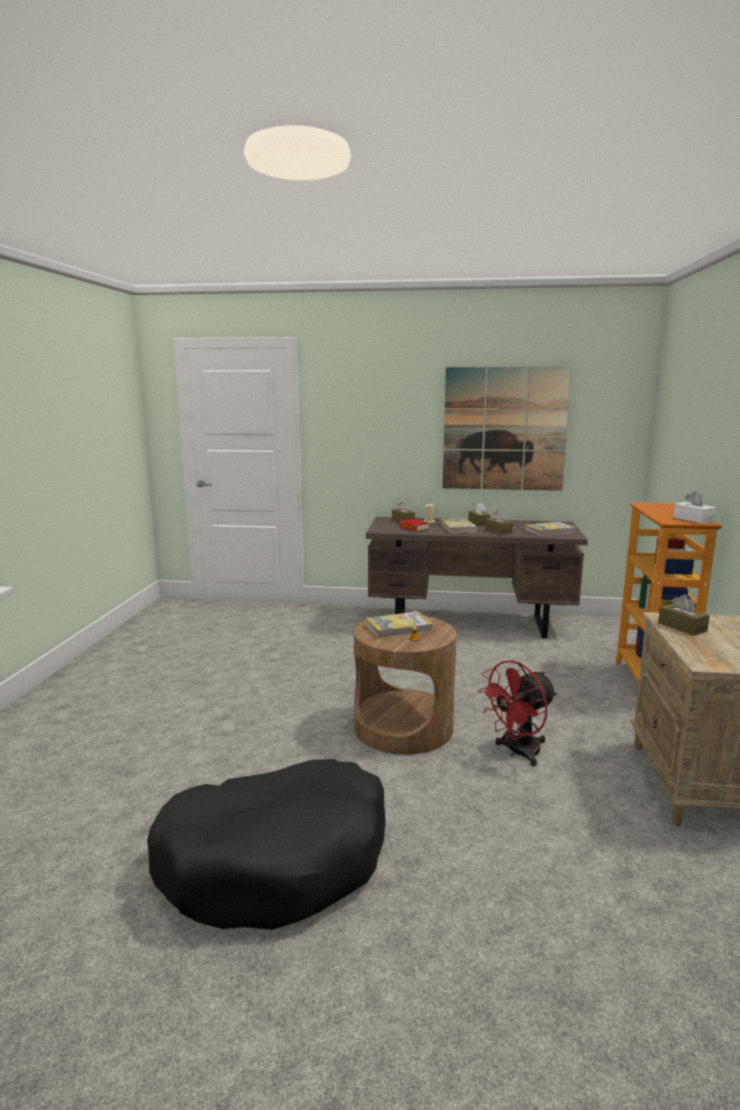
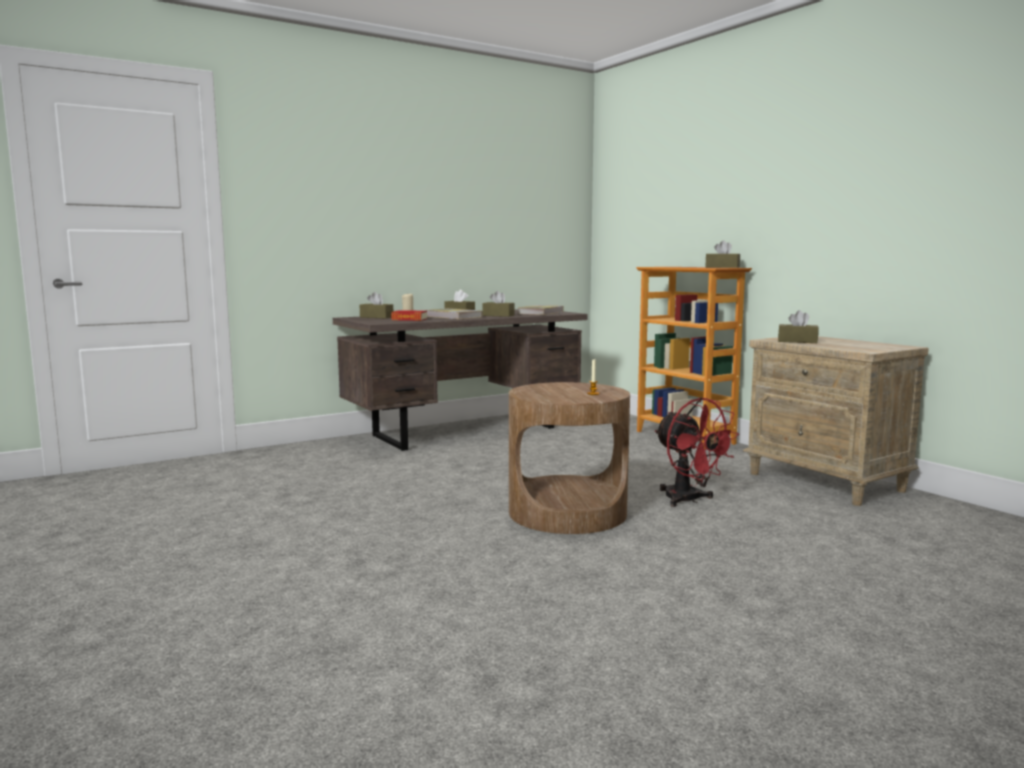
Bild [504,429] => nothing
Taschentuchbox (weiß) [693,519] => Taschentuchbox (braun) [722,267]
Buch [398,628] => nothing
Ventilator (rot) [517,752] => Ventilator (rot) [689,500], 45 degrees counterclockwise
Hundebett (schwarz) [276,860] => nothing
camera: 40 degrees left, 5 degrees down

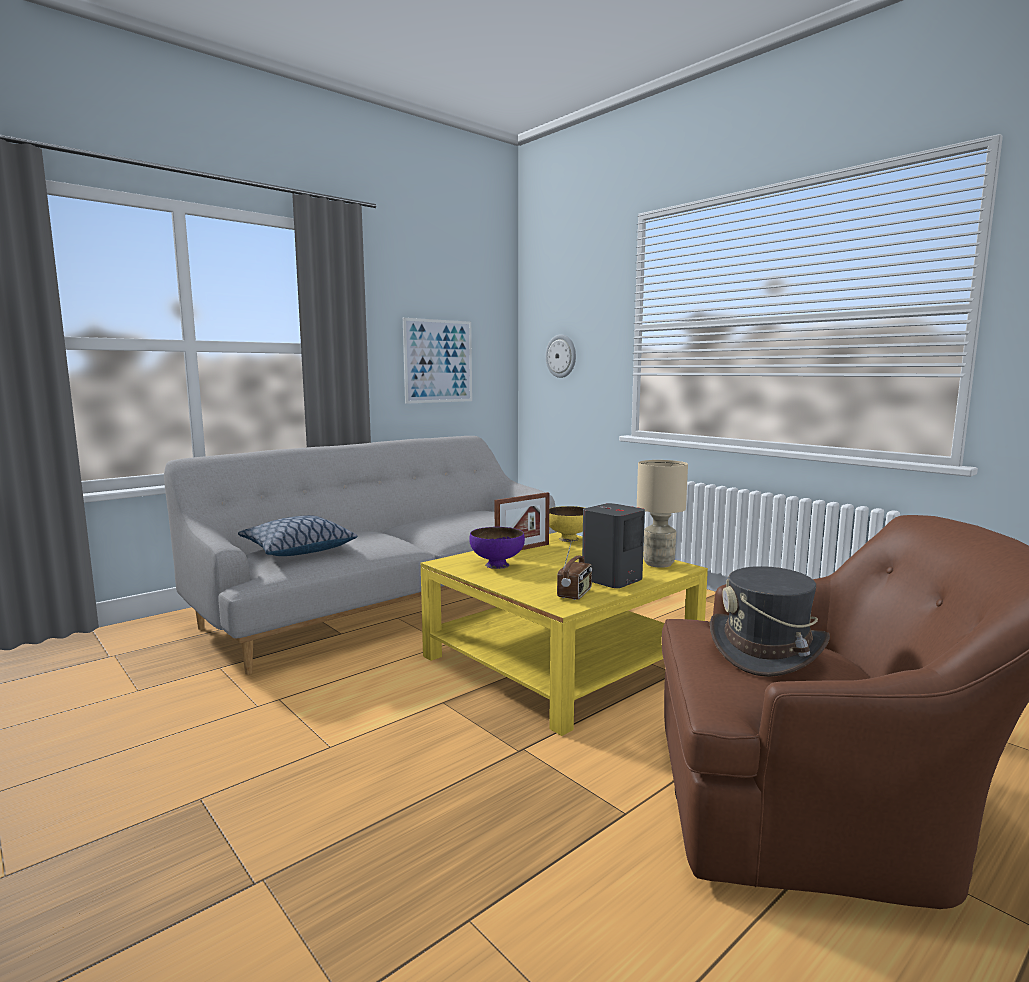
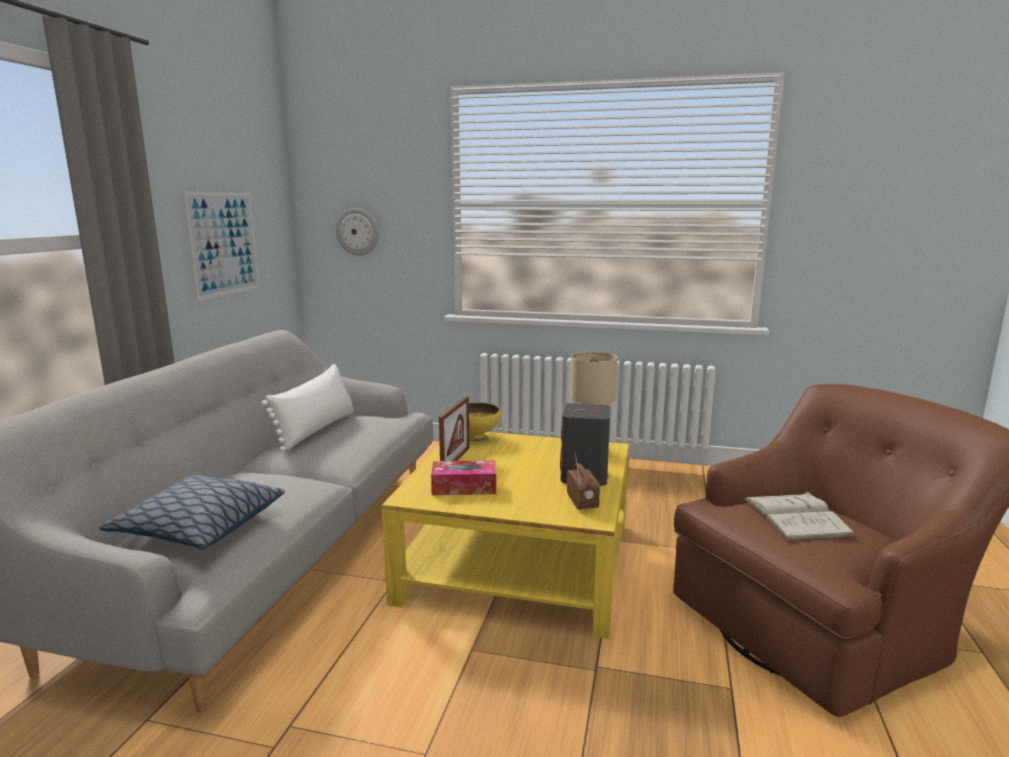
Schüssel (lila) [496,565] => Taschentuchbox [464,487]
Hut (grau) [767,651] => Buch (weiß) [796,517]
nothing => Kissen (weiß) [316,430]
camera: 35 degrees left, 5 degrees up

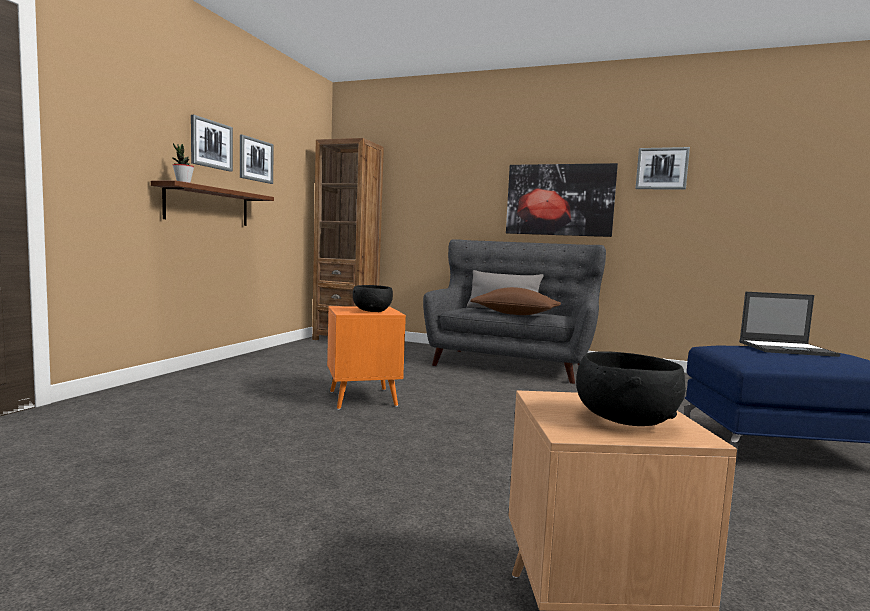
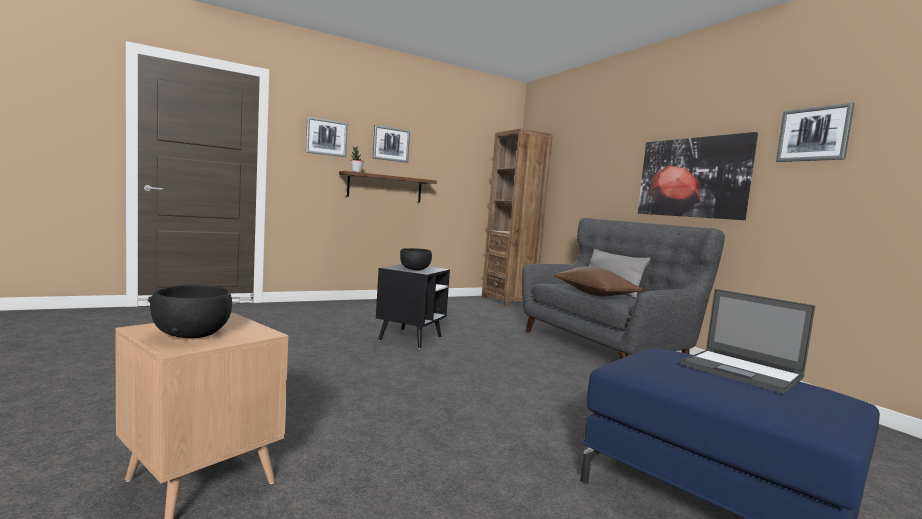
Bild [255,160] => Bild [326,137], relocated
Beistelltisch (orange) [362,398] => Beistelltisch (schwarz) [410,339]
camera: 40 degrees right, 0 degrees up

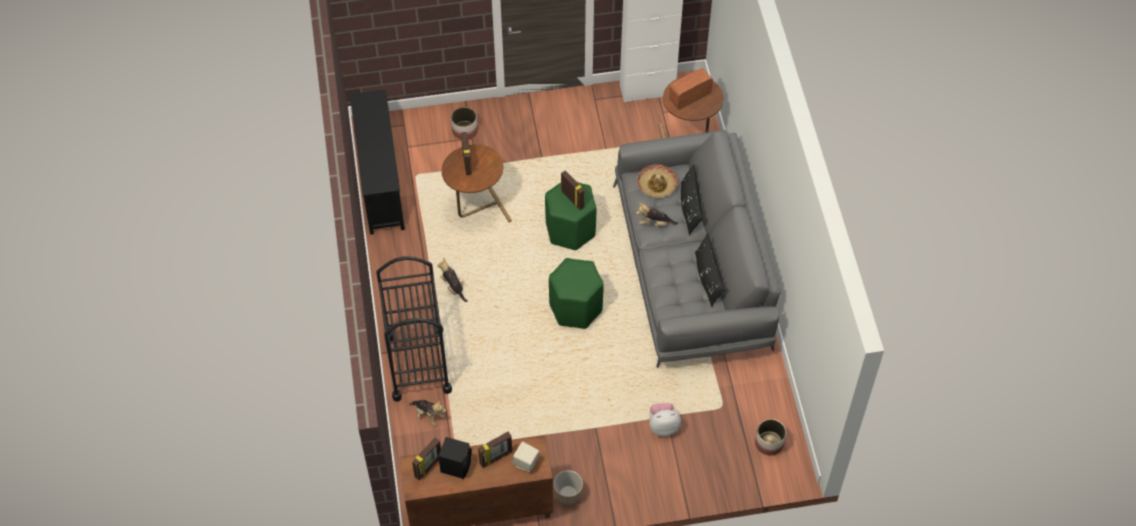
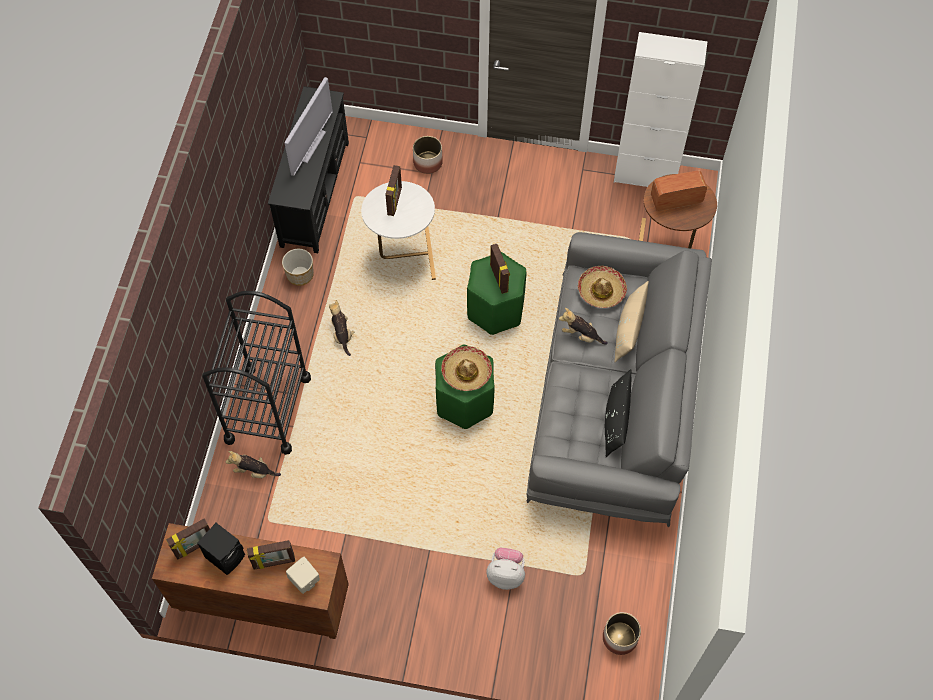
Beistelltisch (braun) [476,211] => Beistelltisch (weiß) [403,256]
Kissen (schwarz) [690,208] => Kissen (beige) [628,330]
Plüschtier [428,414] => Plüschtier [254,471], 135 degrees clockwise
Pflanzkübel [568,494] => Pflanzkübel [300,274], relocated
nothing => Fernseher [310,144]
nothing => Hut [466,372]
camera: 20 degrees right, 5 degrees up

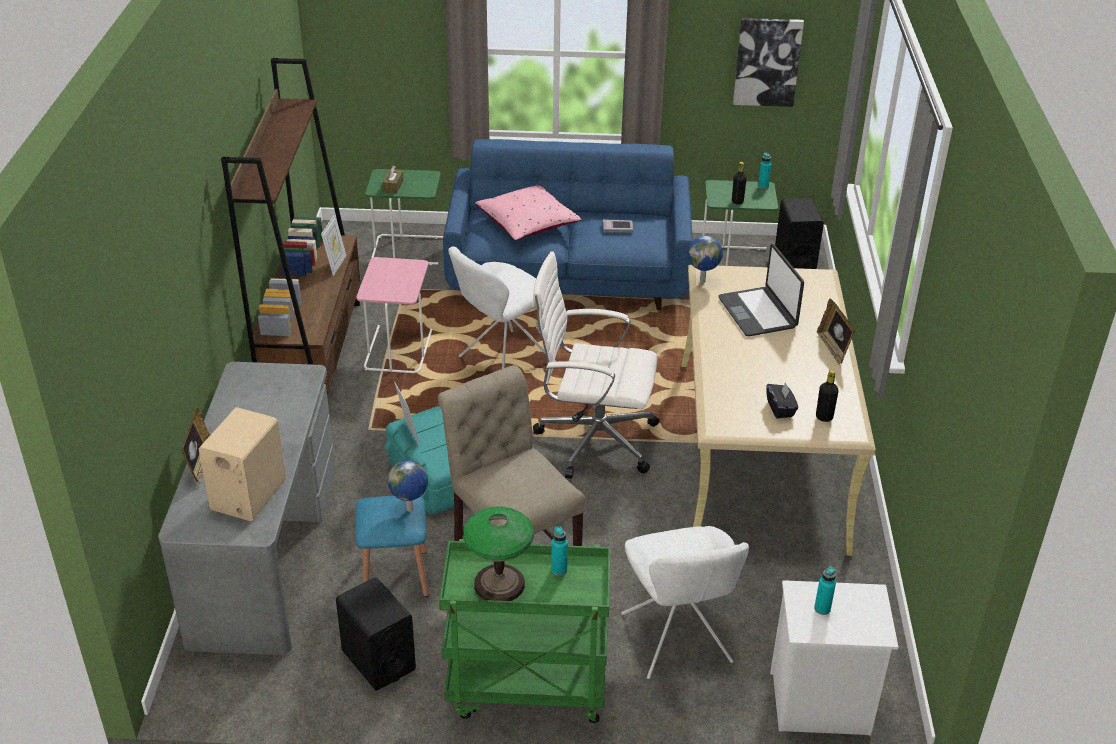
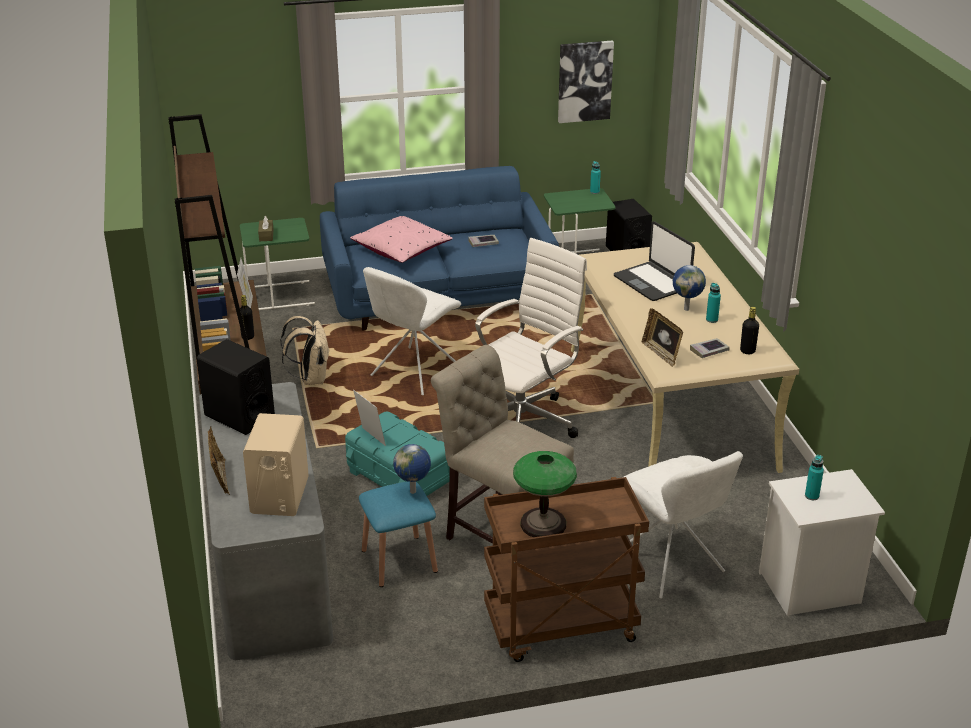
Flasche (schwarz) [737,201] => Flasche (schwarz) [247,336], relocated
Globus [703,281] => Globus [686,309], relocated
Bürostuhl (weiß) [593,439] => Bürostuhl (weiß) [523,422], 135 degrees clockwise
Beistelltisch (rosa) [397,349] => Rucksack (beige) [311,378]
Bilderrahmen [833,348] => Bilderrahmen [661,354], relocated
Taschentuchbox (schwarz) [780,409] => Buch [709,351]
Flasche (türkis) [559,570] => Flasche (türkis) [712,320], relocated
Rollwagen (grün) [525,690] => Rollwagen (braun) [560,628]
Lautsprecher (schwarz) [378,660] => Lautsprecher (schwarz) [239,416], relocated
camera: 15 degrees left, 5 degrees down

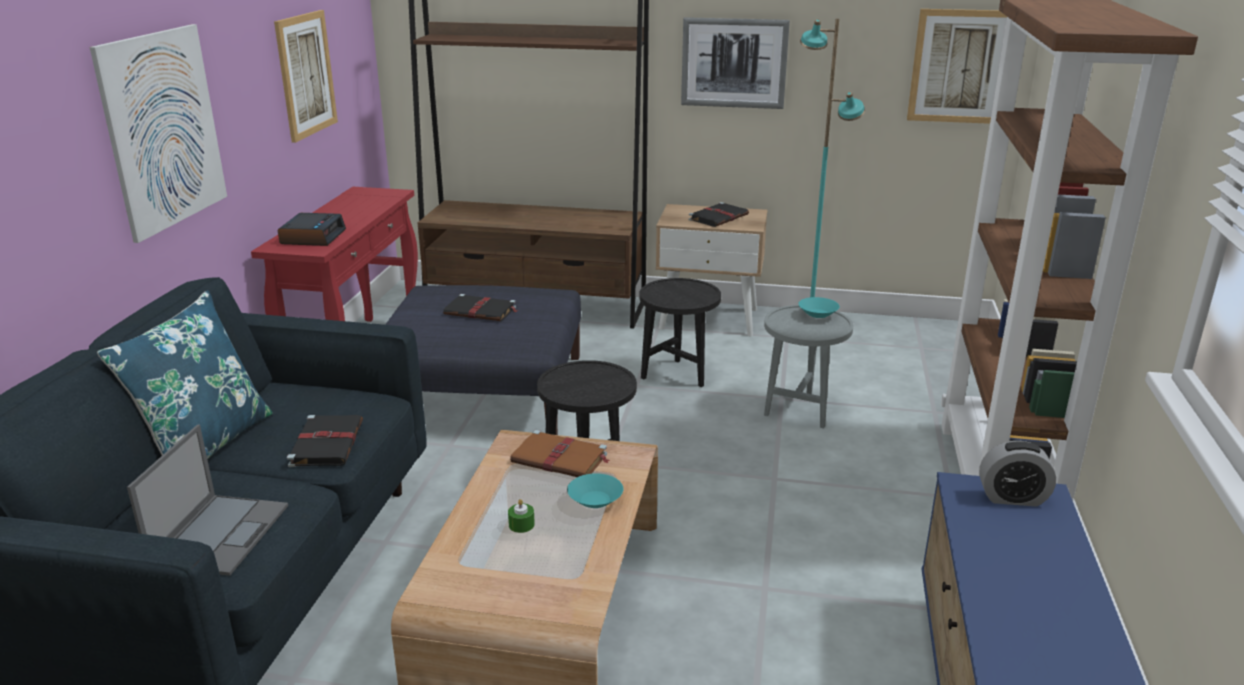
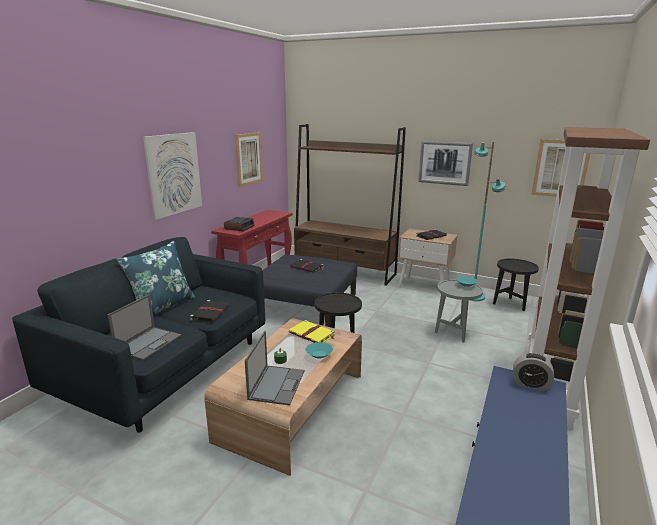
Beistelltisch (schwarz) [678,376] => Beistelltisch (schwarz) [511,305], relocated
Buch (braun) [561,459] => Buch (gelb) [312,334]
nothing => Laptop [277,384]
camera: 15 degrees right, 5 degrees down

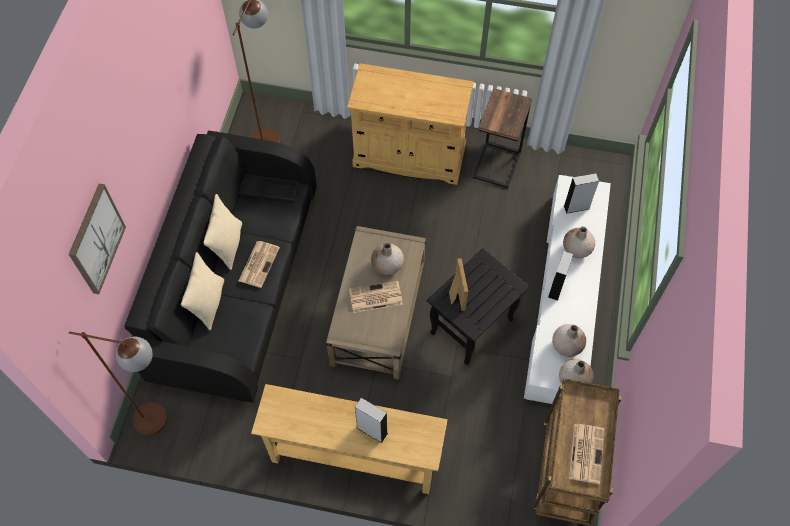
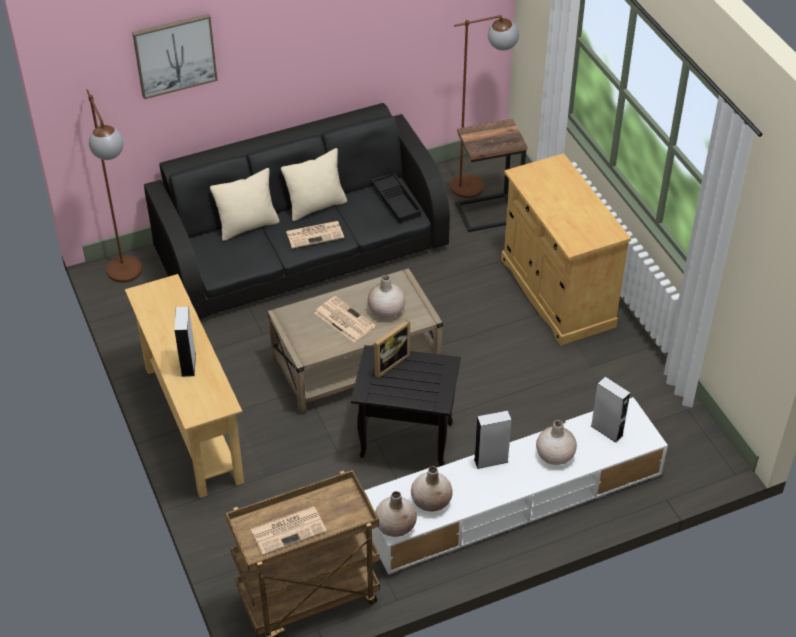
Beistelltisch [498,164] => Beistelltisch [488,214], relocated
camera: 55 degrees right, 15 degrees down

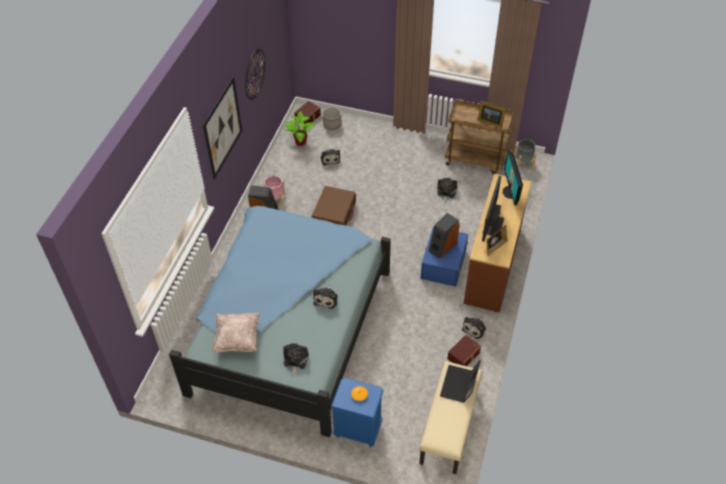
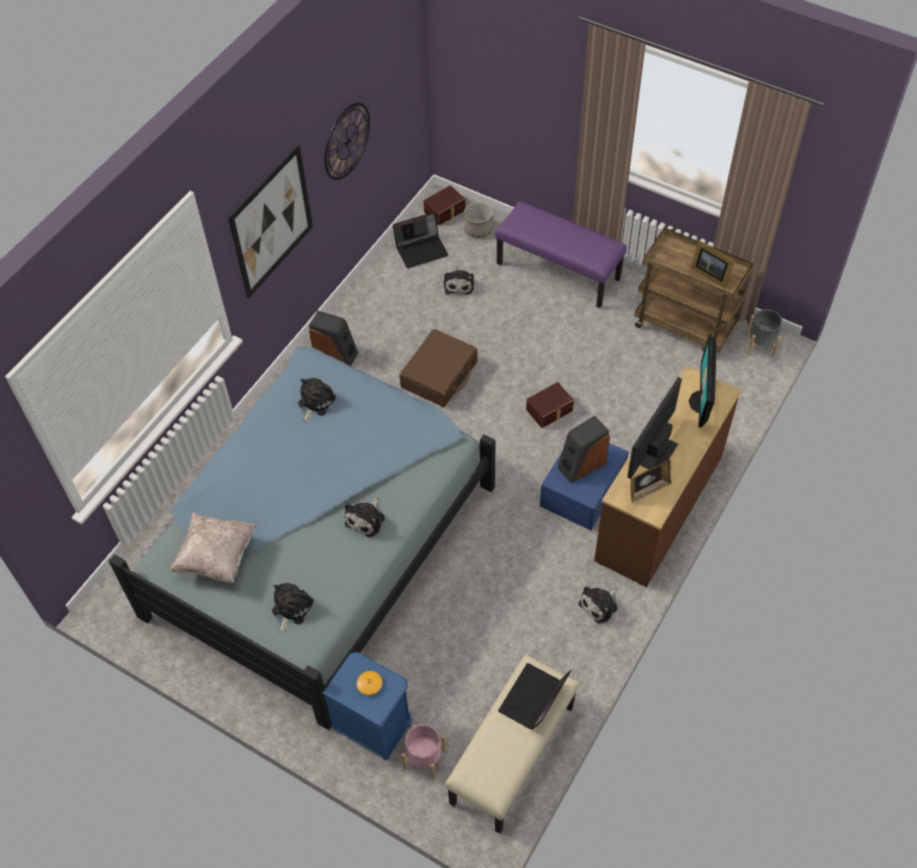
Topfpflanze [300,142] => Laptop [421,249]
Pflanzkübel (rosa) [275,199] => Pflanzkübel (rosa) [424,758], relocated
Plüschtier [446,192] => Plüschtier [315,403], relocated
Aufbewahrungsbox (braun) [464,356] => Aufbewahrungsbox (braun) [550,410], relocated
nothing => Bank (lila) [559,271]
camera: 15 degrees right, 5 degrees up

